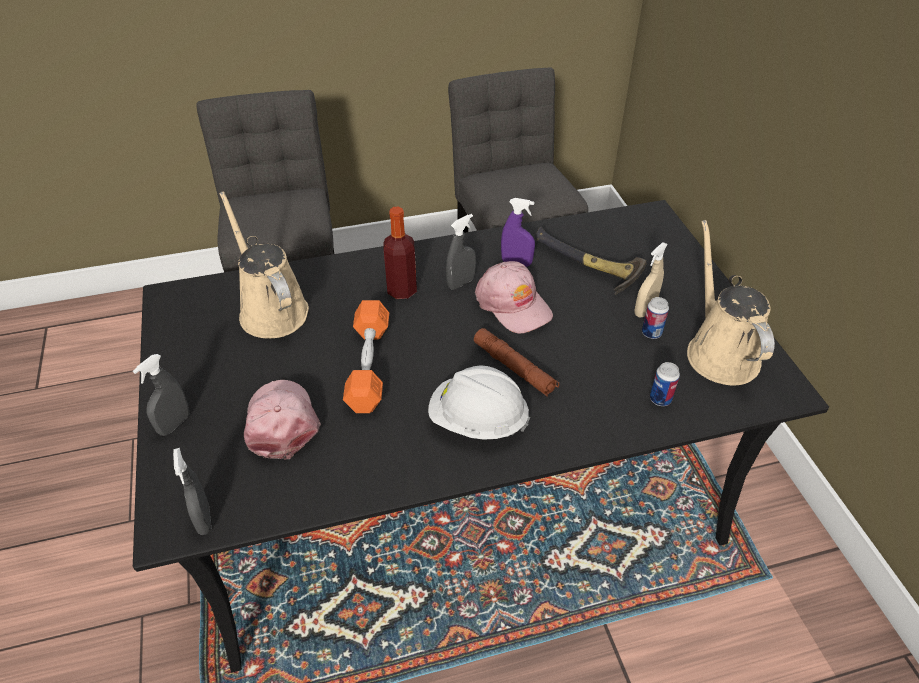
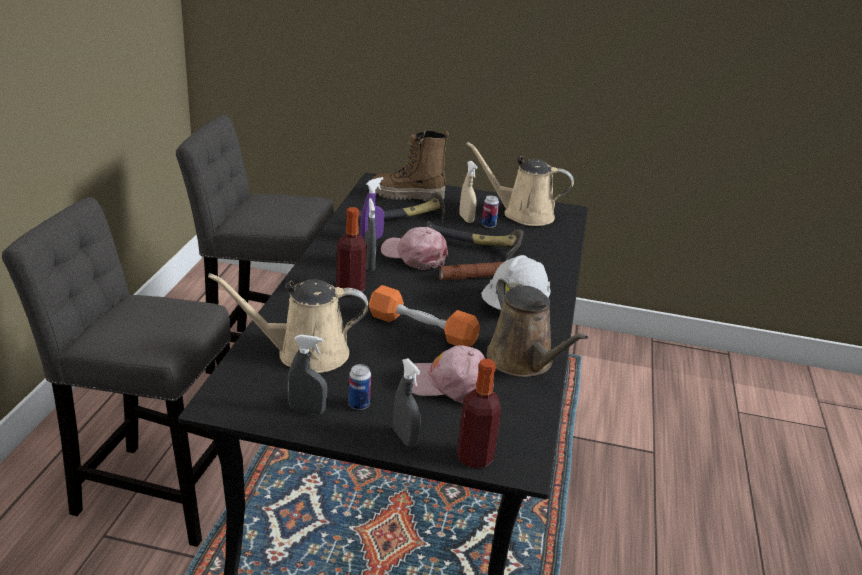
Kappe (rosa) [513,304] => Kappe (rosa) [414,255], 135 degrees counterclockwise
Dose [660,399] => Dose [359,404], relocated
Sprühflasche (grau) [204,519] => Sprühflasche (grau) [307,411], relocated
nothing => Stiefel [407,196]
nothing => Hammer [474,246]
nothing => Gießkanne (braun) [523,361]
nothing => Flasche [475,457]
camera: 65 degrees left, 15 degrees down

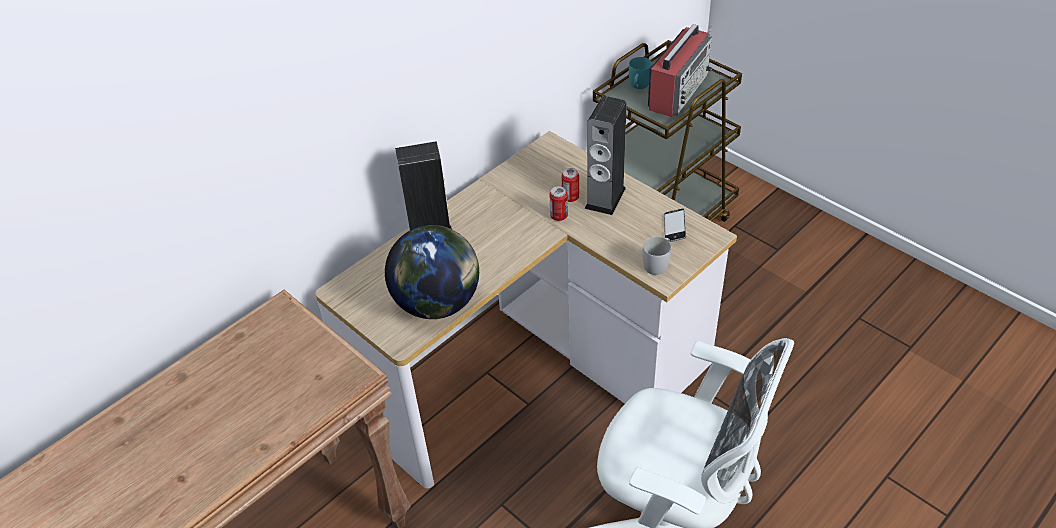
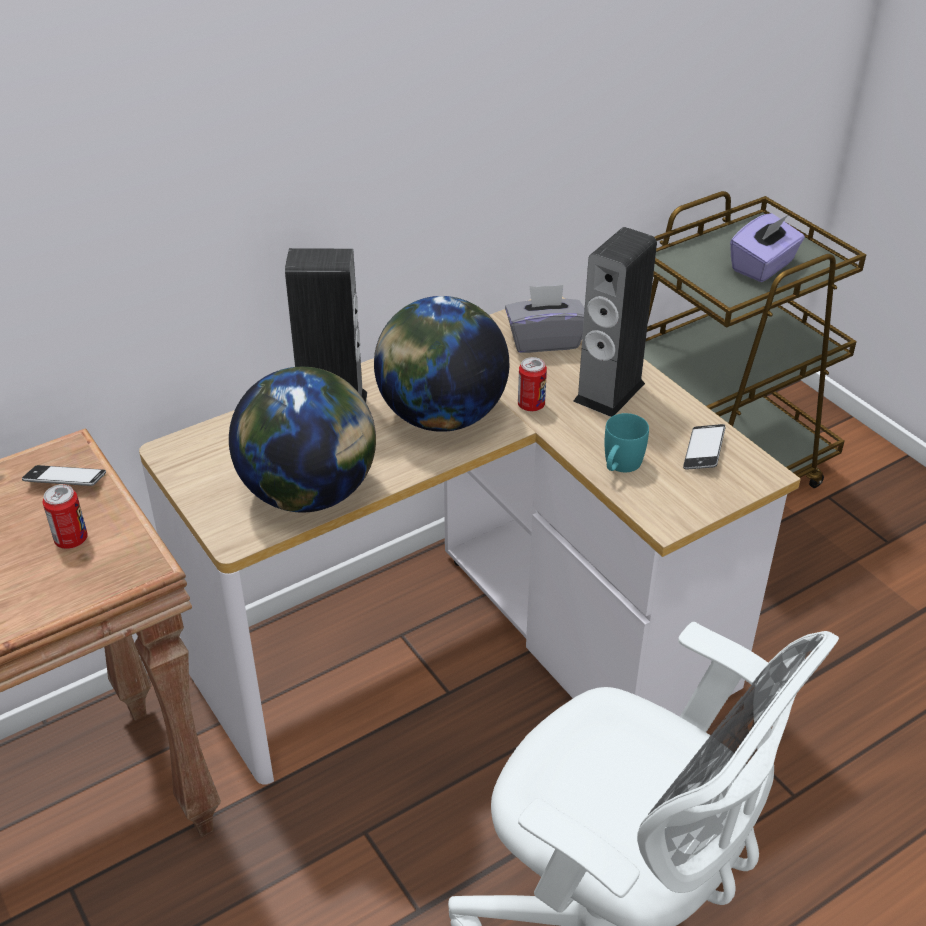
Radio [678,91] => Taschentuchbox (lila) [763,266]
Henkelbecher (türkis) [638,86] => Henkelbecher (türkis) [620,466], relocated
Dose [570,197] => Dose [71,540], relocated
Henkelbecher (weiß) [658,263] => nothing
nothing => Taschentuchbox (grau) [544,340]
nothing => Globus [441,416]
nothing => Handy [66,481]
camera: 10 degrees right, 5 degrees down

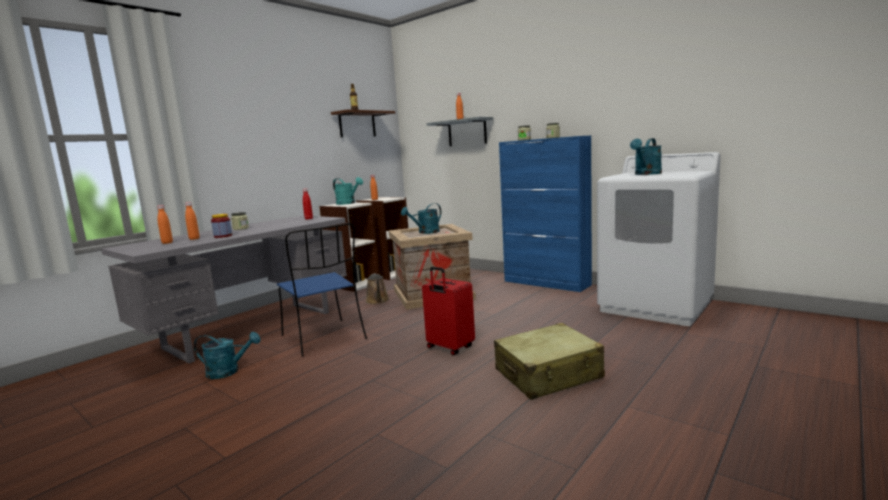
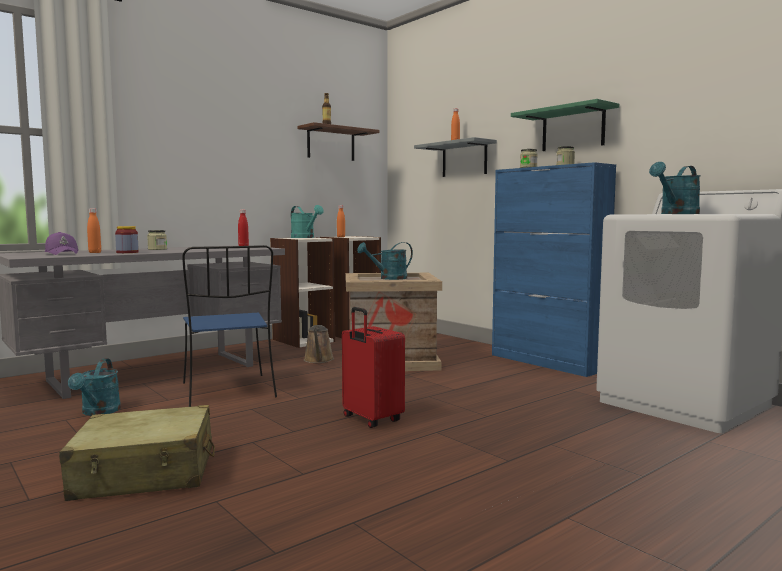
Flasche (orange) [167,243] => Kappe (lila) [62,253]
Koffer (beige) [548,374] => Koffer (beige) [145,473], relocated
Gießkanne (türkis) [228,372] => Gießkanne (türkis) [98,412], 75 degrees clockwise
nothing => Wandregal (grün) [573,129]
camera: 10 degrees right, 5 degrees down

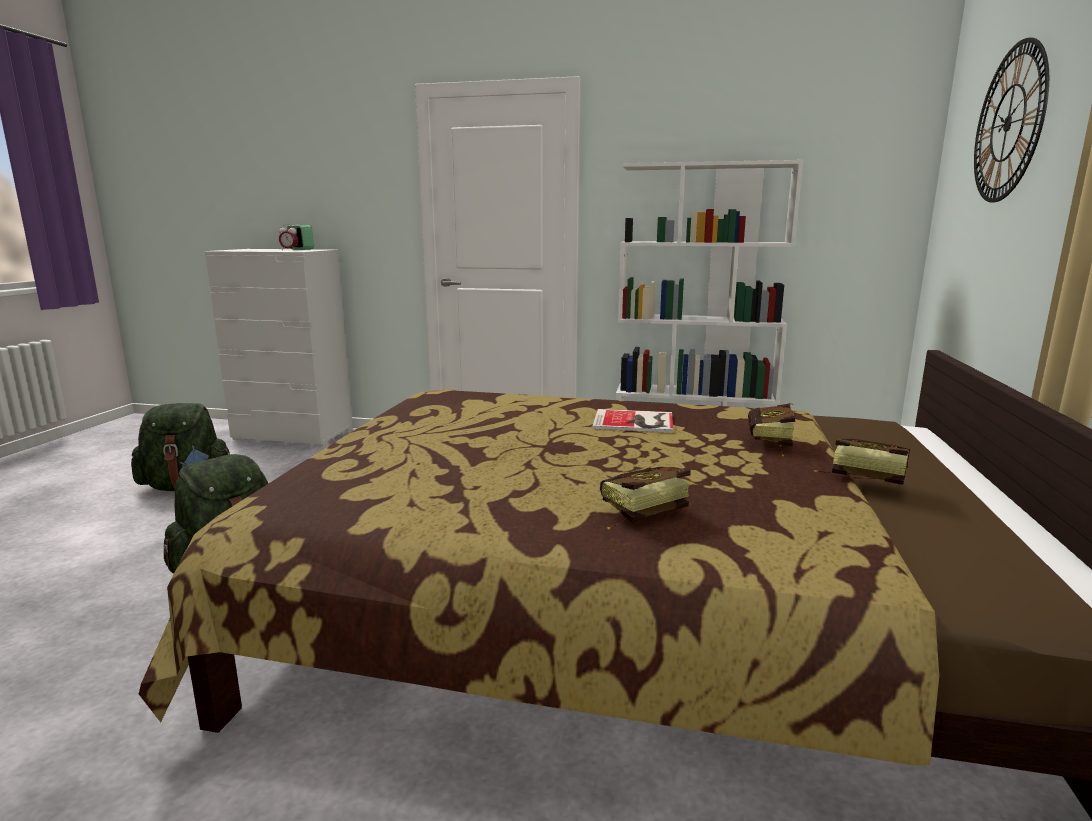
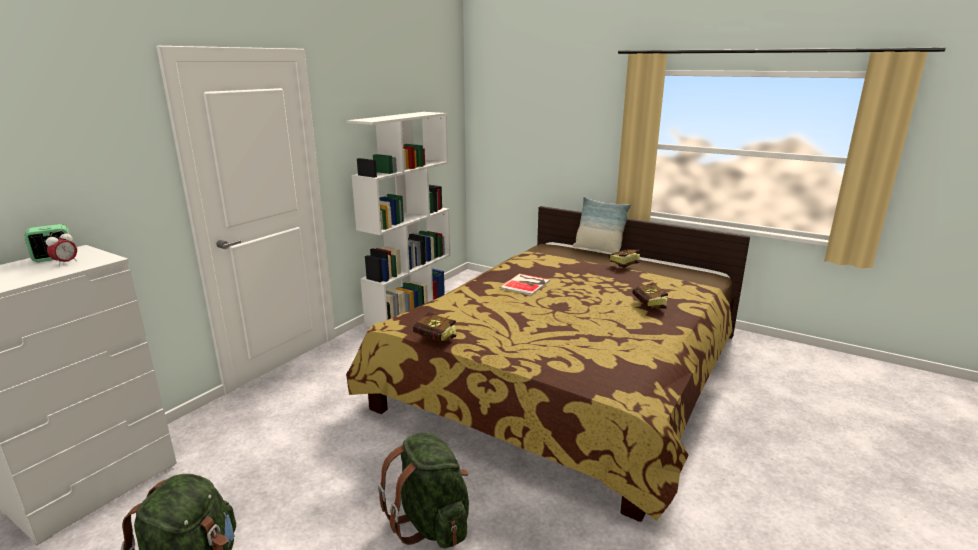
Wanduhr [1008,123] => nothing
Buch [769,444] => Buch [438,341], relocated
nothing => Kissen [598,250]
camera: 70 degrees left, 5 degrees up

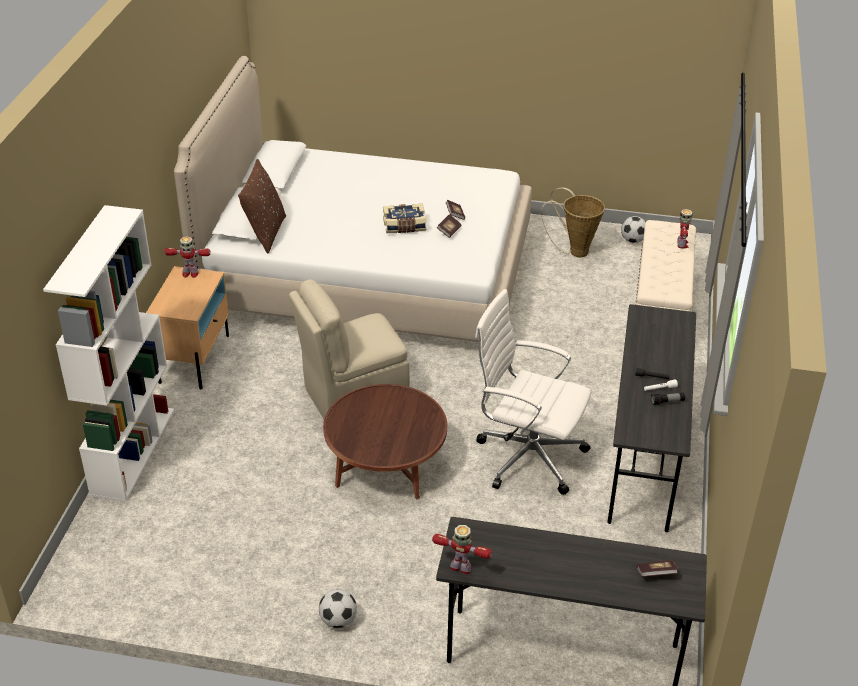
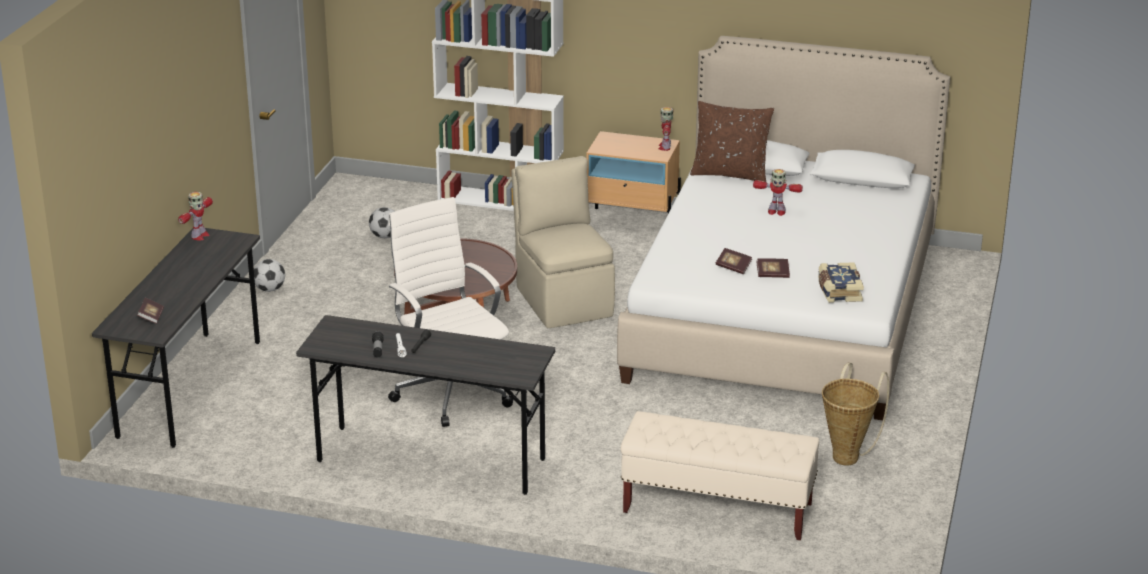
Buch [404,226] => Buch [838,291], relocated
Spielzeugroboter [681,244] => Spielzeugroboter [776,212], relocated
Fußball [633,240] => Fußball [385,236], relocated
Bürostuhl (weiß) [527,456] => Bürostuhl (weiß) [451,390], 60 degrees counterclockwise
camera: 95 degrees right, 10 degrees down

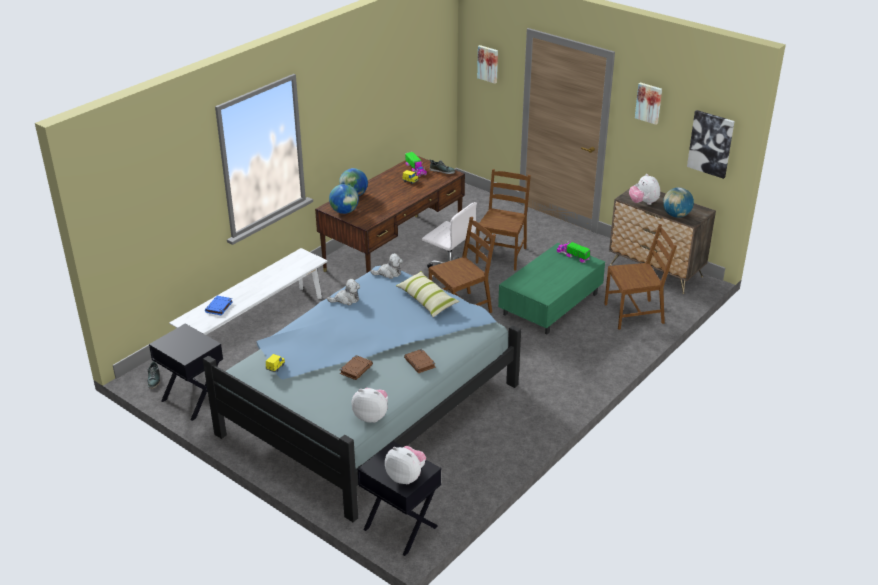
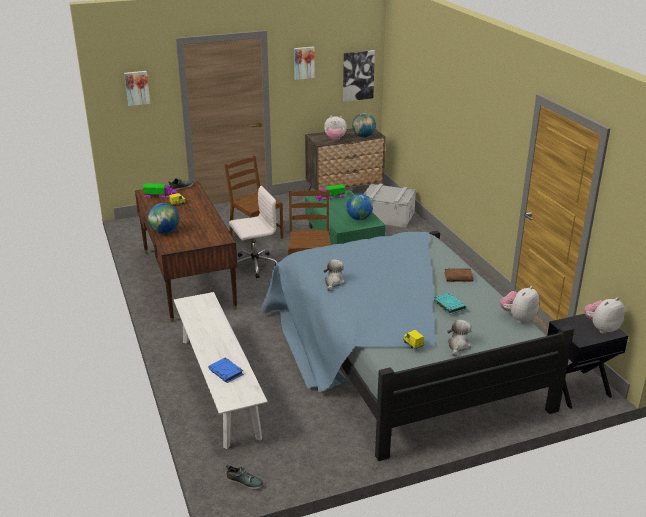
Globus [344,211] => Globus [359,219], relocated
Stuhl (braun) [634,314] => Aufbewahrungsbox (grau) [387,216]
Plüschtier [389,273] => Plüschtier [458,345], relocated
Kissen [427,300] => nothing
Nachttisch (schwarz) [193,400] => nothing
Buch (braun) [356,369] => Buch (türkis) [448,305]
camera: 60 degrees left, 5 degrees down

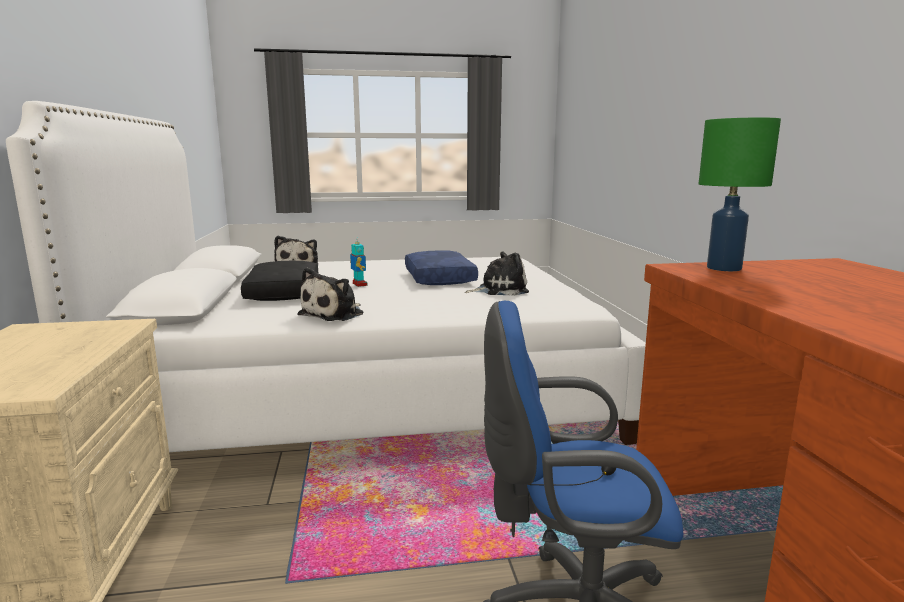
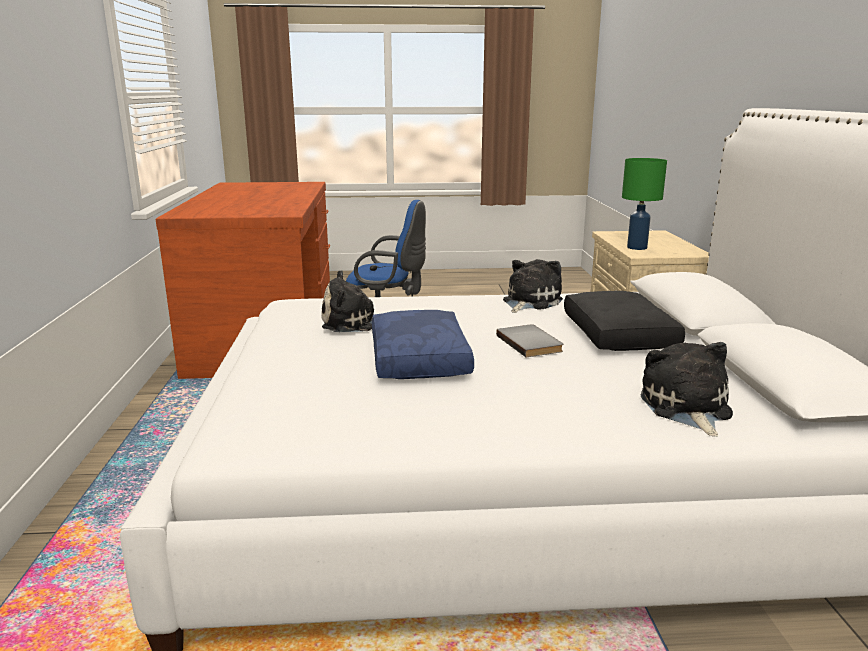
Tischlampe (grün) [724,268] => Tischlampe (grün) [637,247], relocated
Spielzeugroboter [359,284] => Buch (grau) [531,343]
camera: 175 degrees left, 5 degrees up

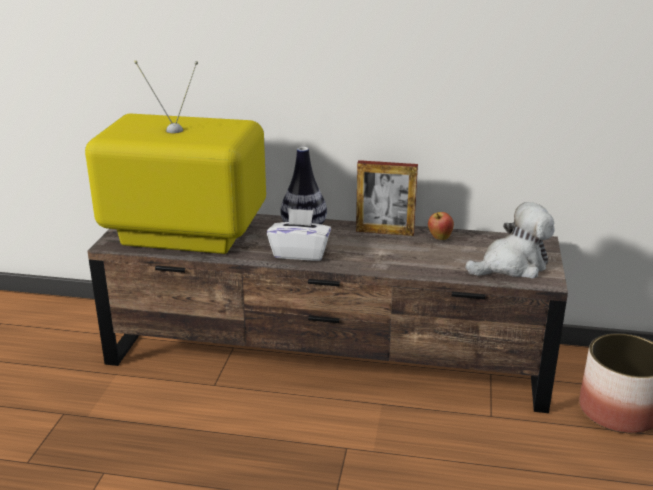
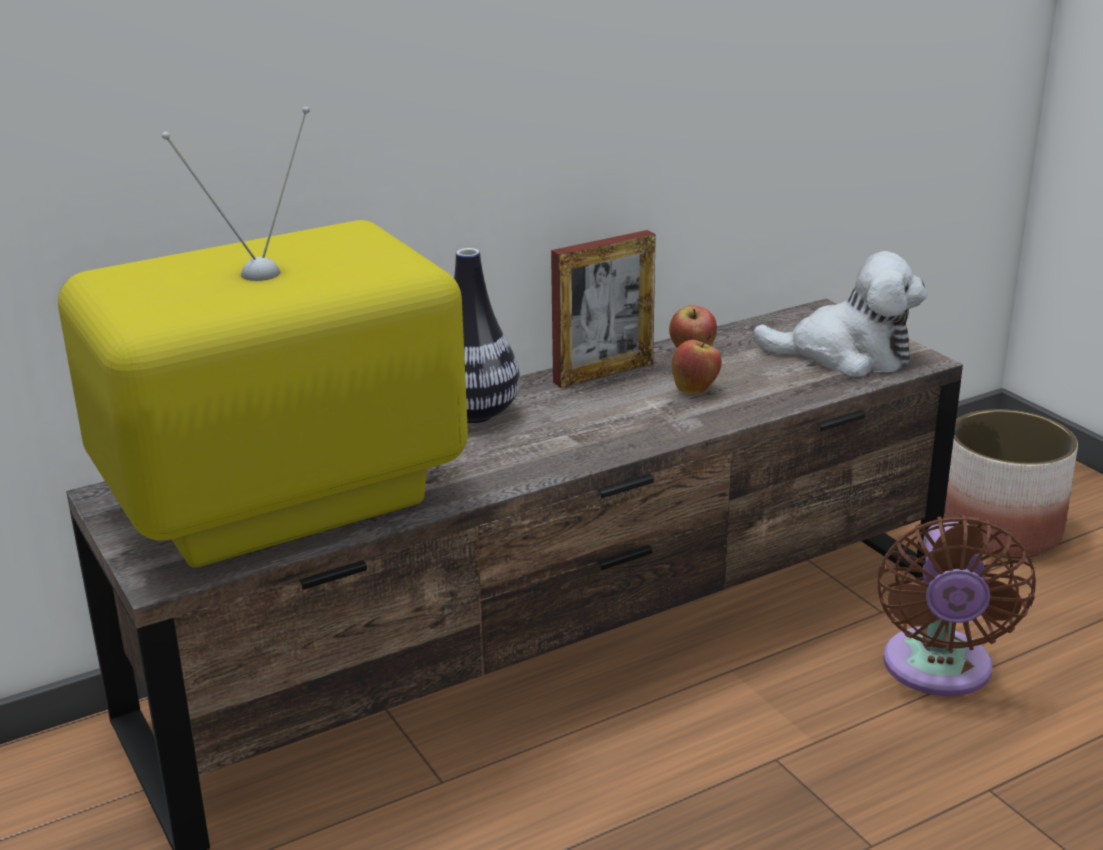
Plüschtier [512,265] => Plüschtier [846,355], 75 degrees clockwise
Taschentuchbox (weiß) [300,253] => nothing
nothing => Apfel [695,389]
nothing => Ventilator (braun) [937,671]
camera: 40 degrees left, 0 degrees up

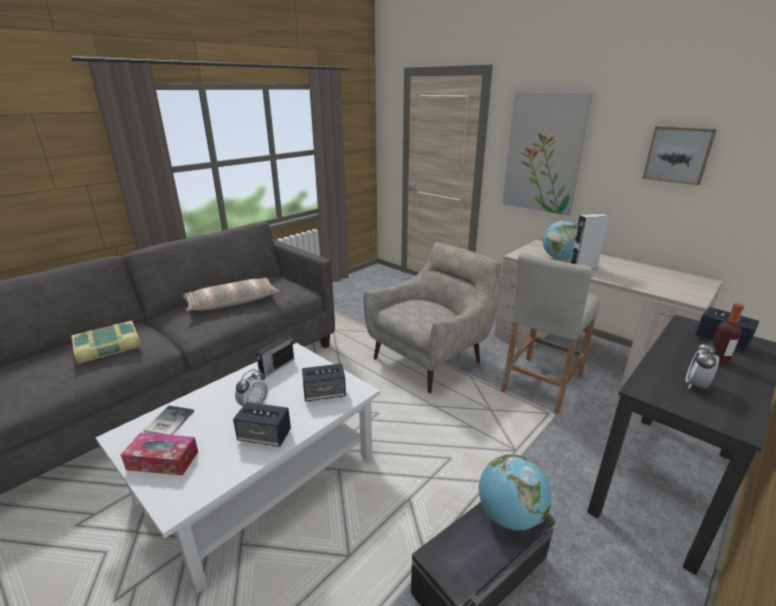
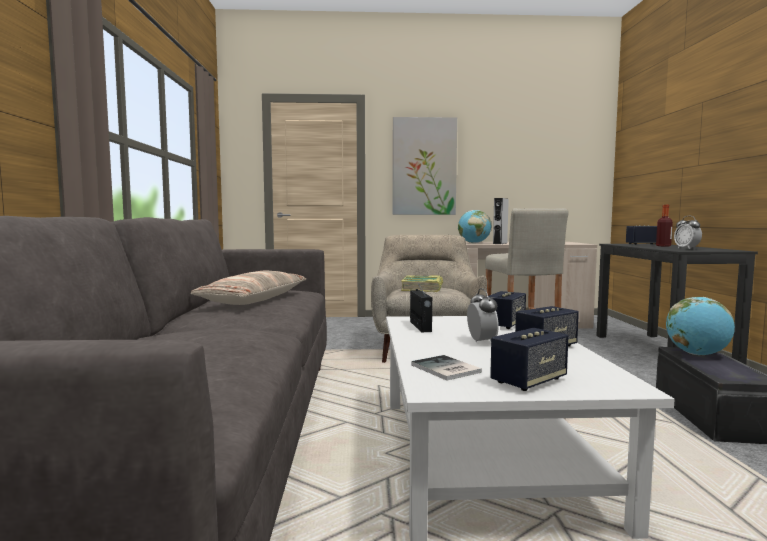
Bild [678,154] => nothing
Buch [108,347] => Buch [423,288], relocated
Taschentuchbox [163,460] => Lautsprecher [528,381]
camera: 45 degrees left, 20 degrees down

